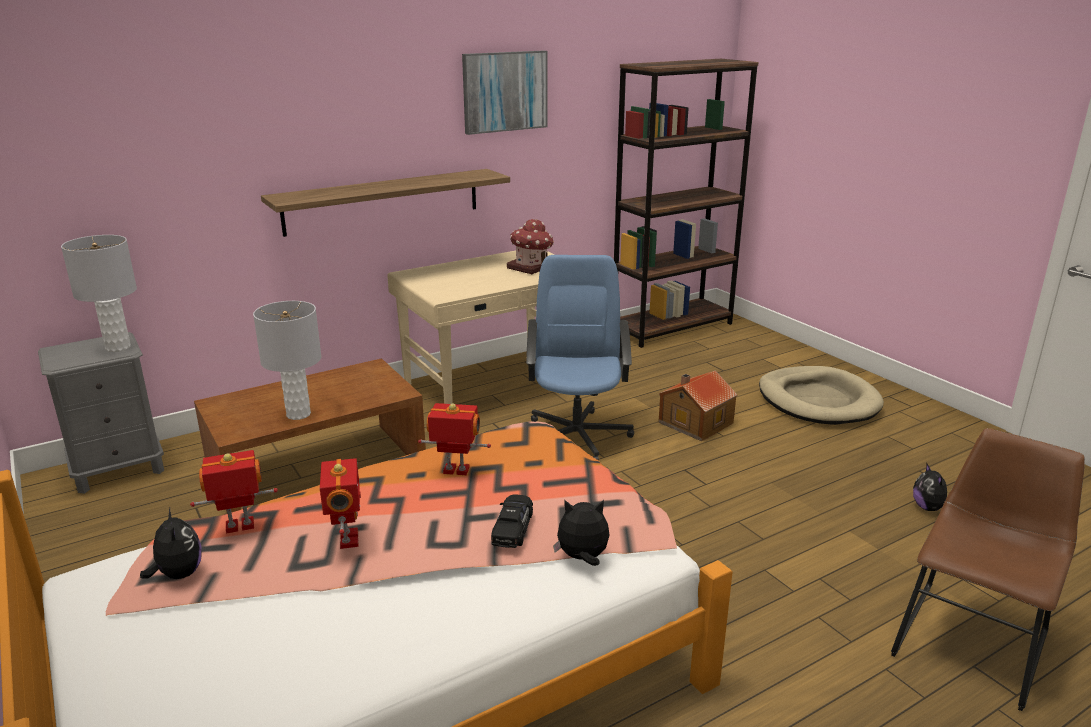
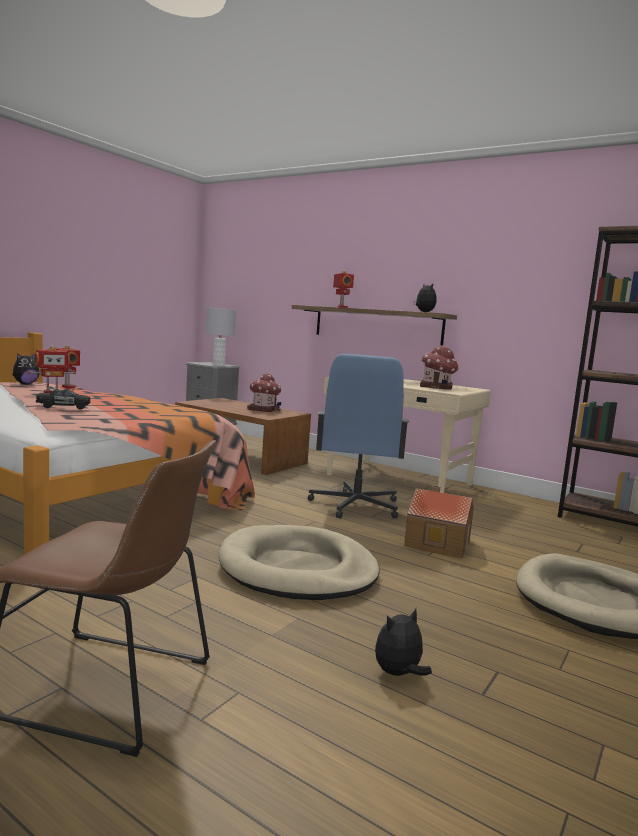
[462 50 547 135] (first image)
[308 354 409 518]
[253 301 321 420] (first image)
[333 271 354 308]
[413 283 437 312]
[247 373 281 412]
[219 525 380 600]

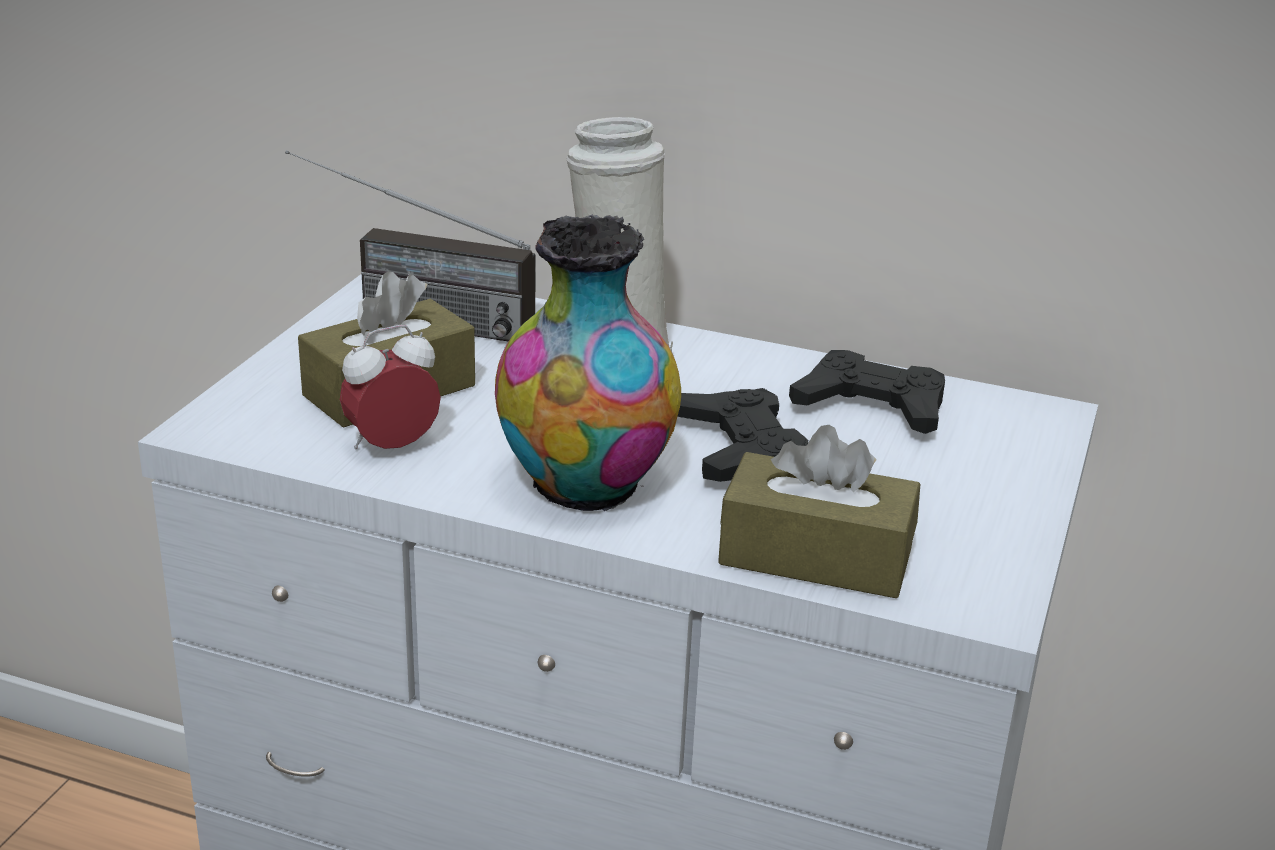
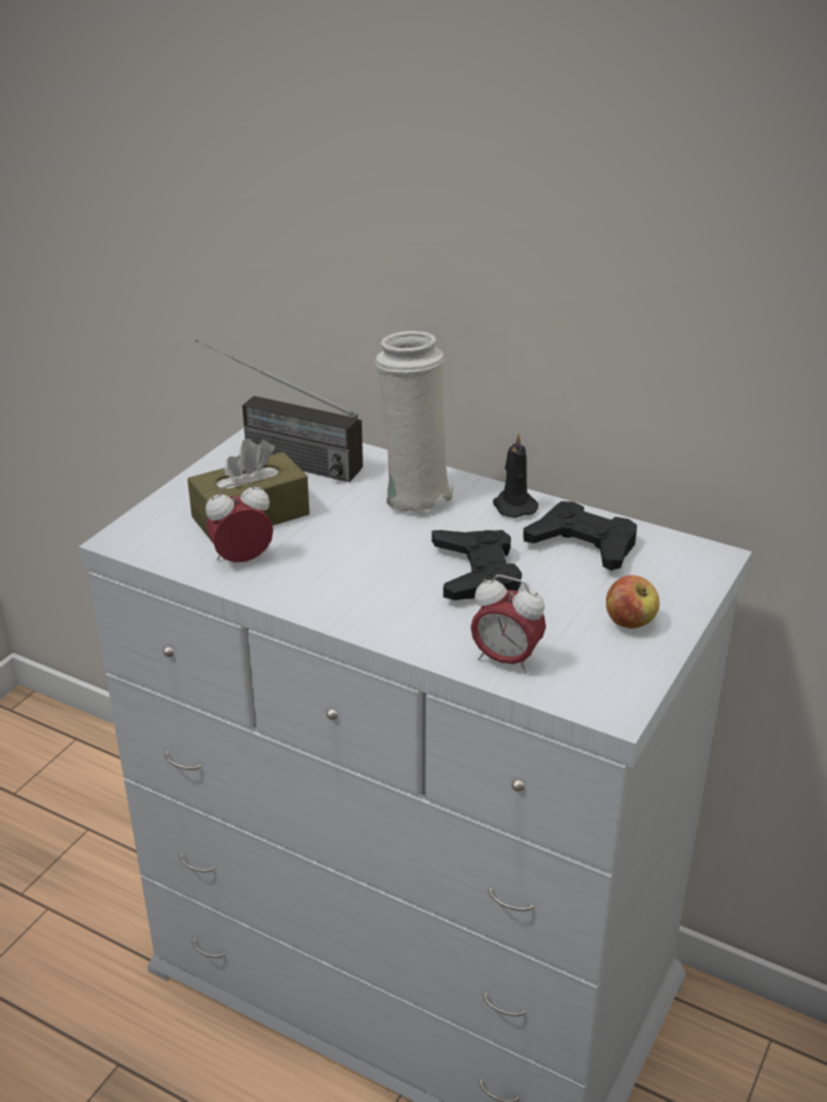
[495 214 681 511] (first image)
[471 575 546 674]
[493 433 539 518]
[606 575 659 628]

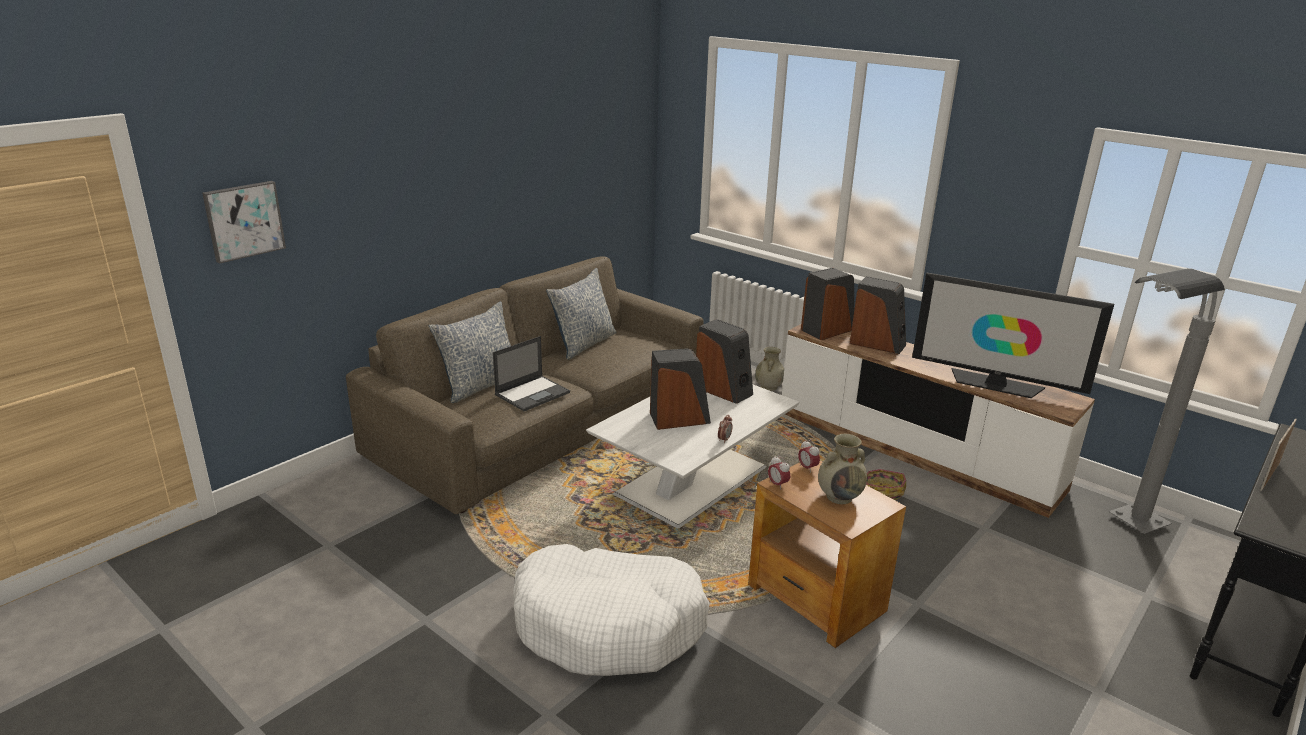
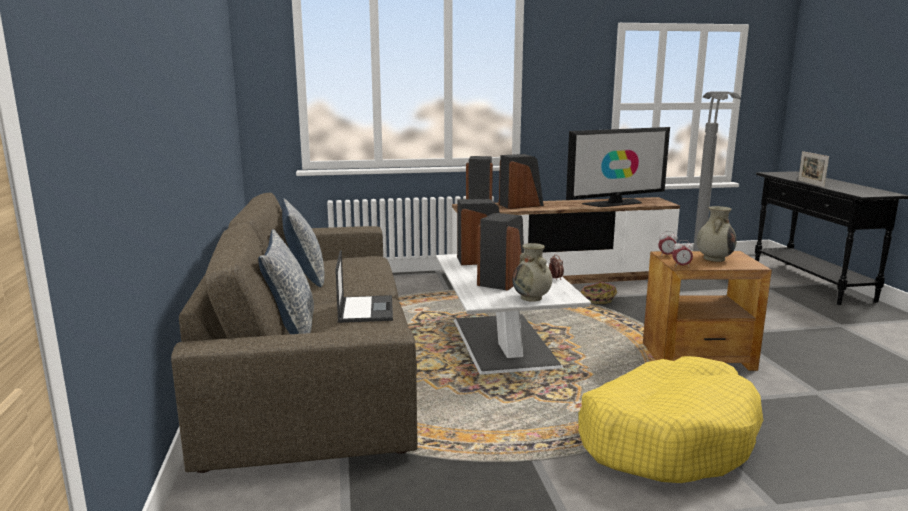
[202 181 286 264] (first image)
[513 243 552 301]
[578 356 763 483]

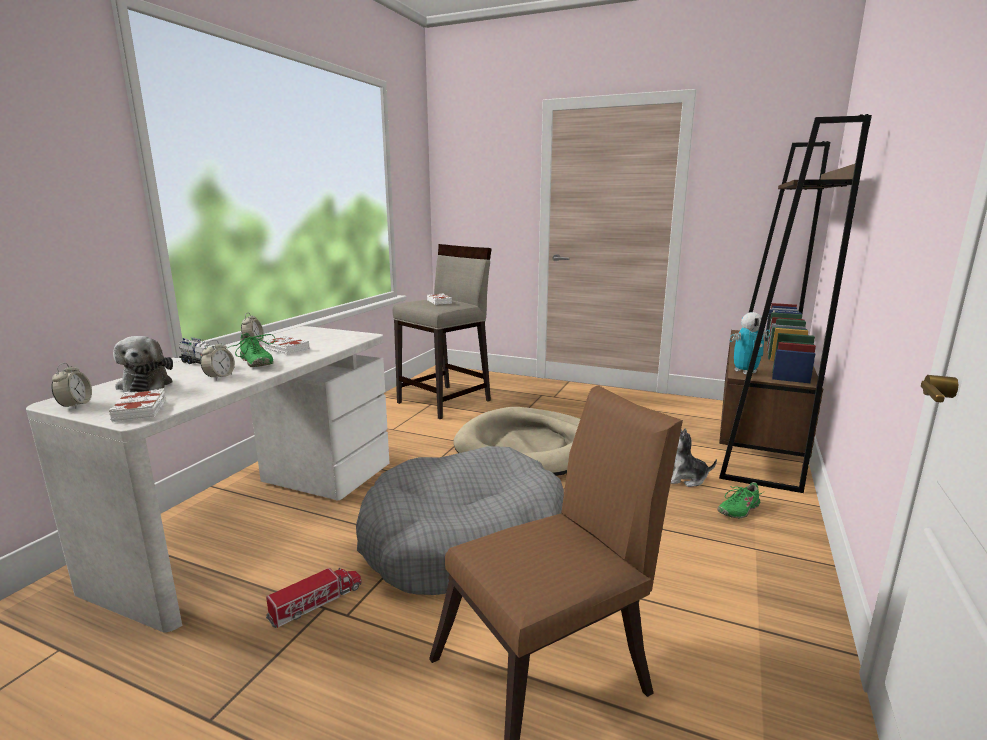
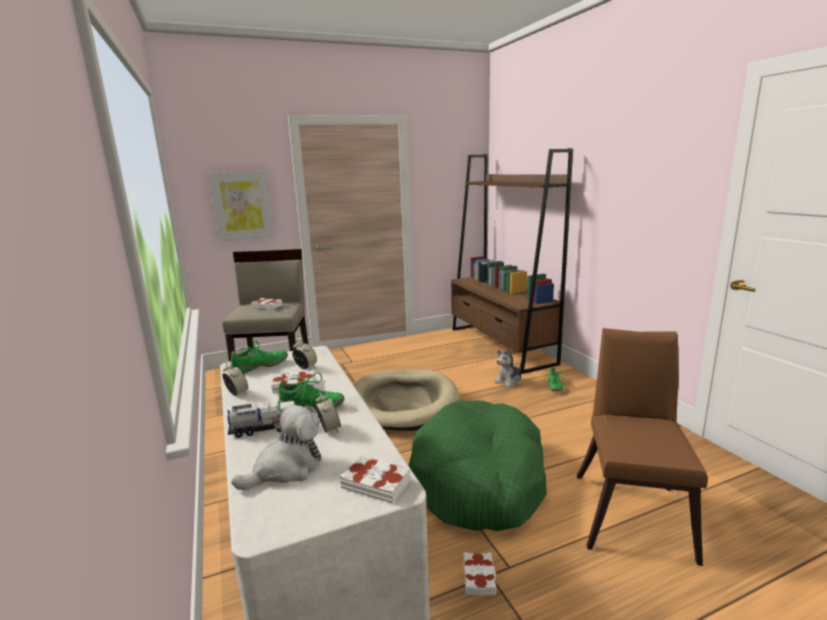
[730 312 770 374] (first image)
[231 405 321 490]
[292 340 317 369]
[408 400 547 531]
[463 552 497 595]
[208 171 274 242]
[231 340 288 374]

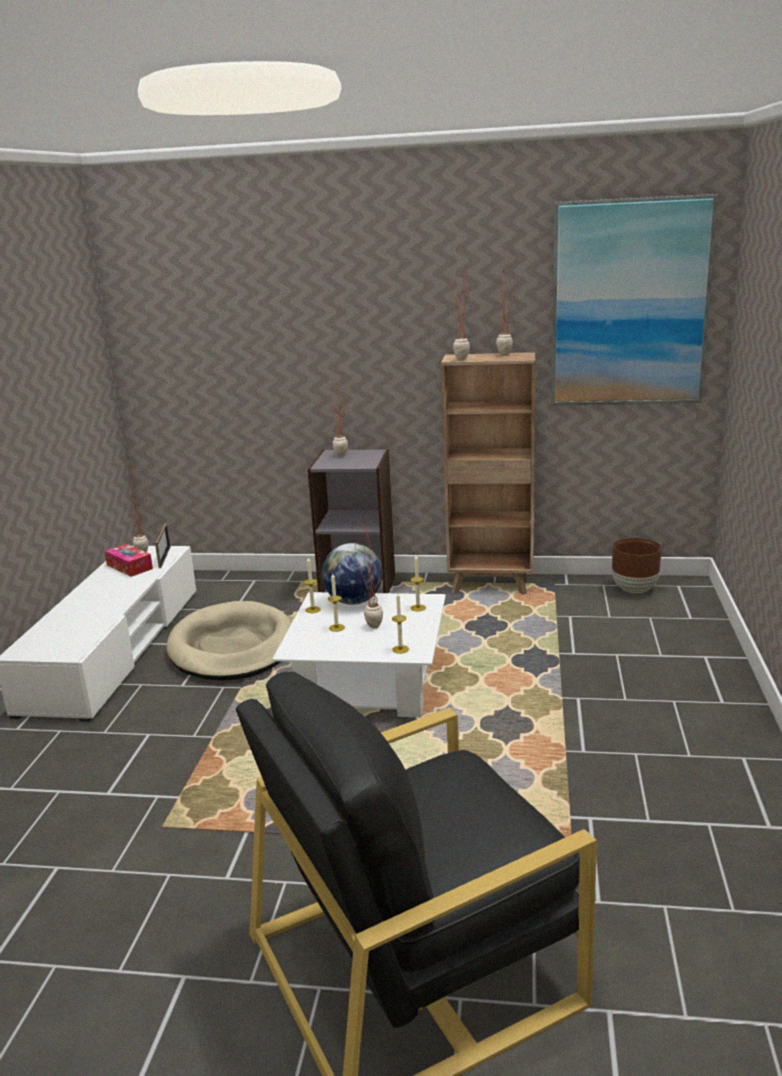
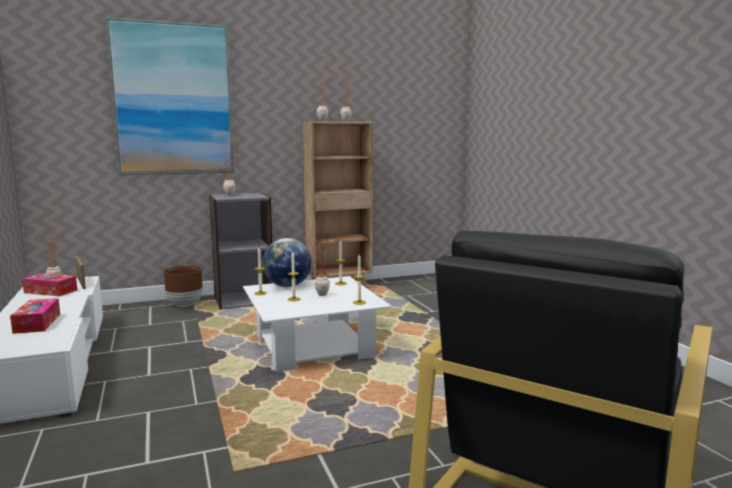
[106 17 234 175]
[164 266 203 307]
[166 601 292 680] (first image)
[10 298 60 334]

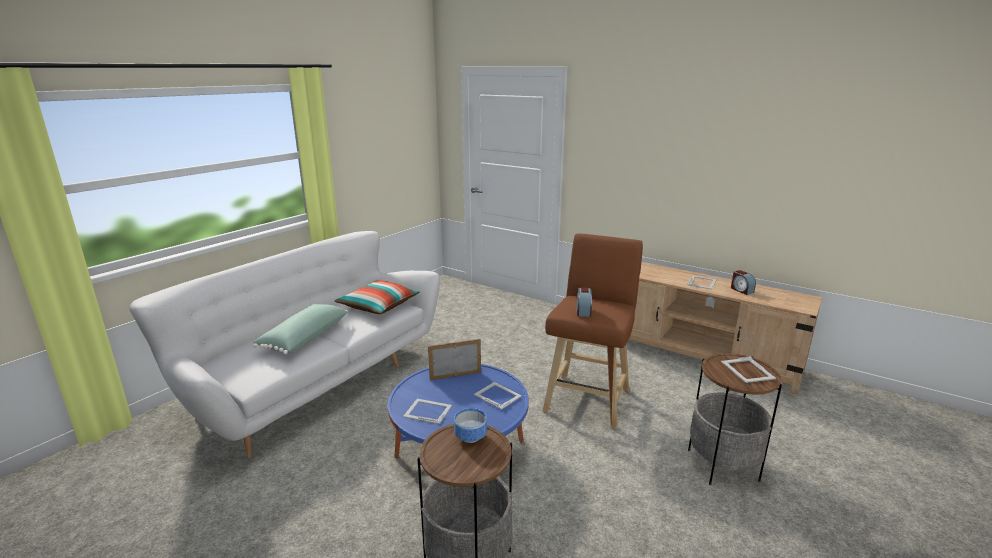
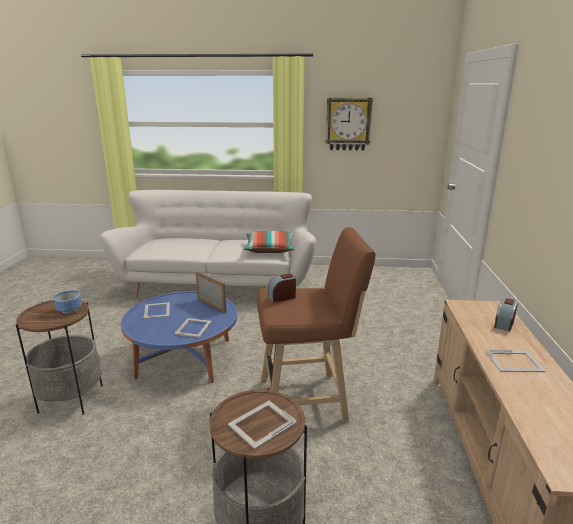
[494 298 518 332]
[253 304 348 354] (first image)
[326 98 373 151]

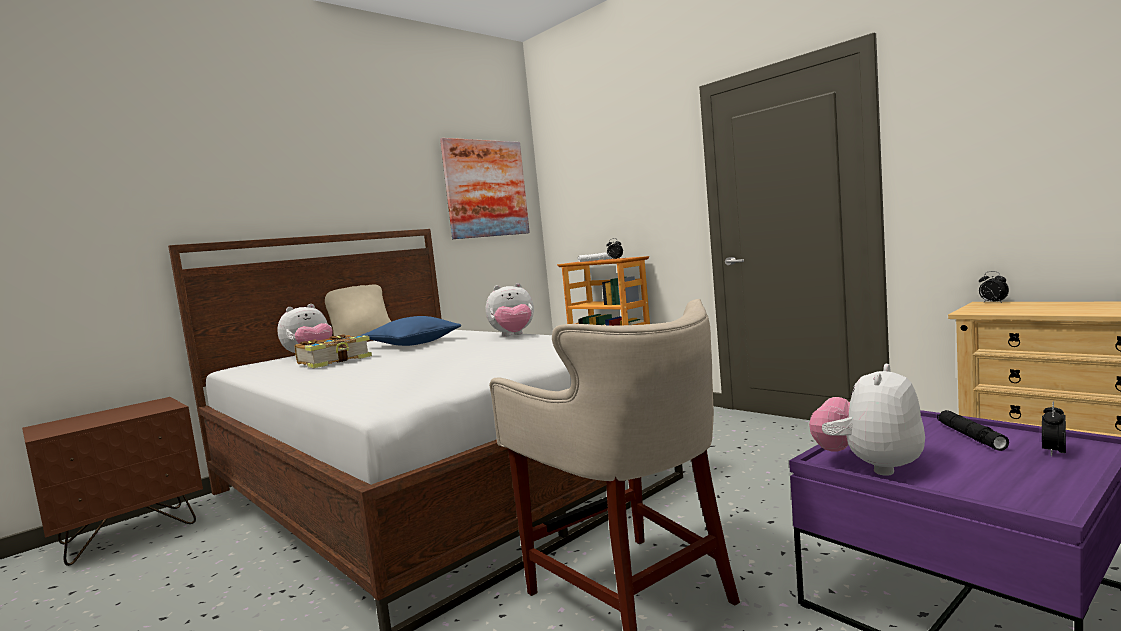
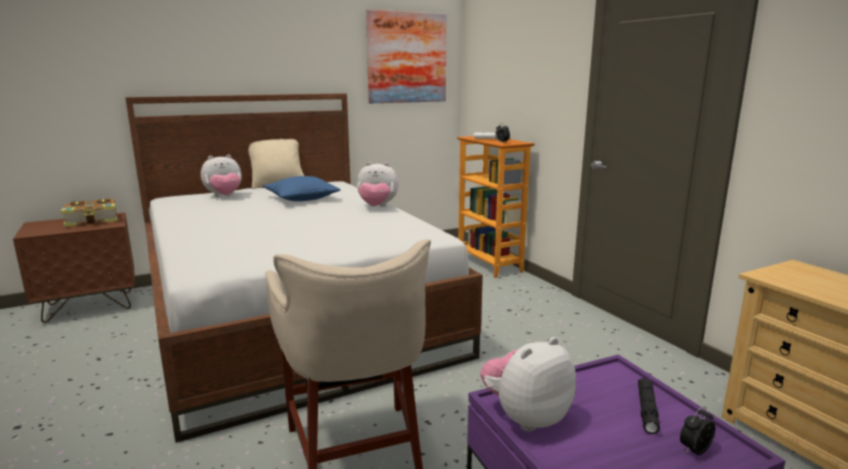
[979 271 1009 303] (first image)
[61 199 118 227]

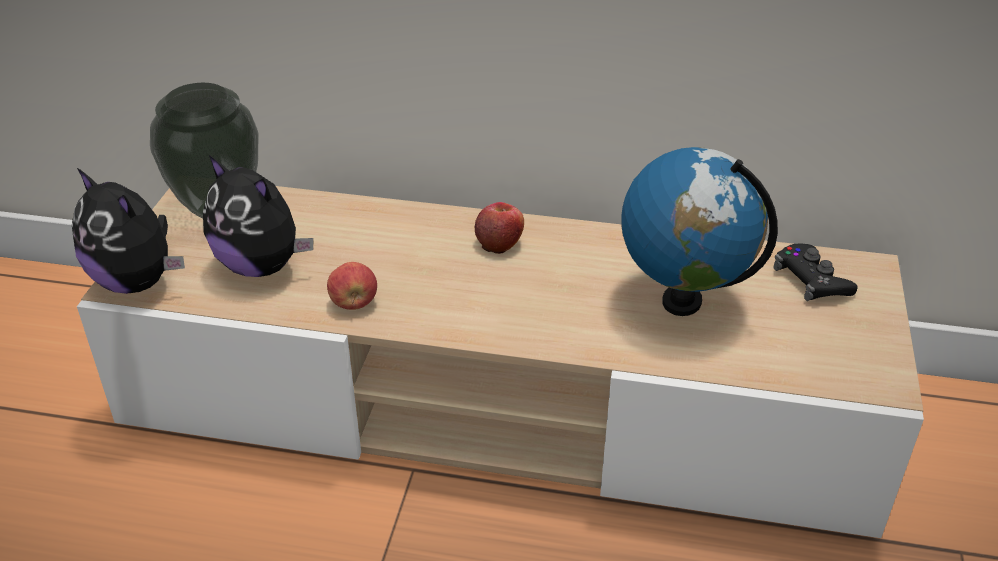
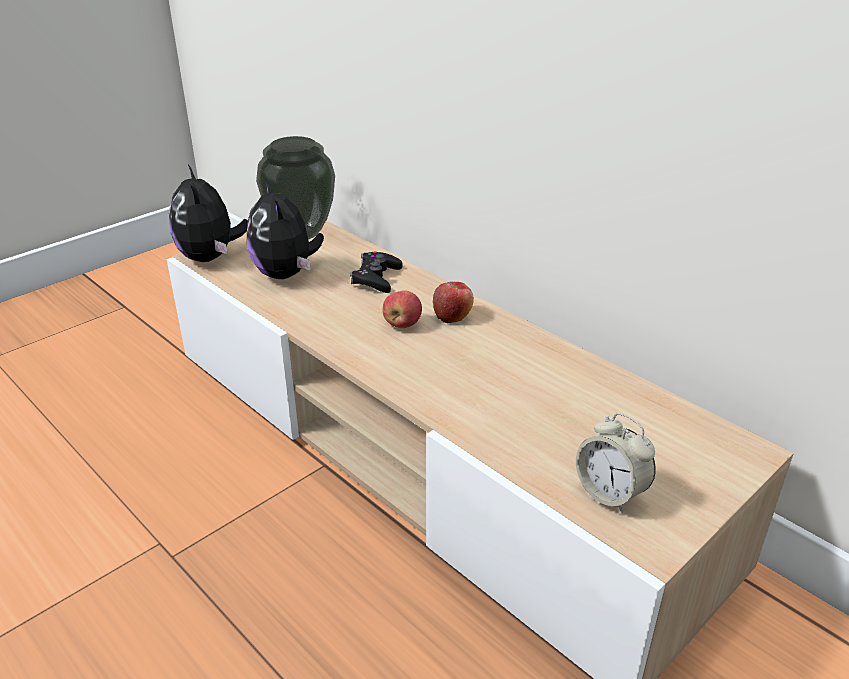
[621 147 778 316] (first image)
[350 252 403 293]
[383 290 422 328]
[576 413 656 513]

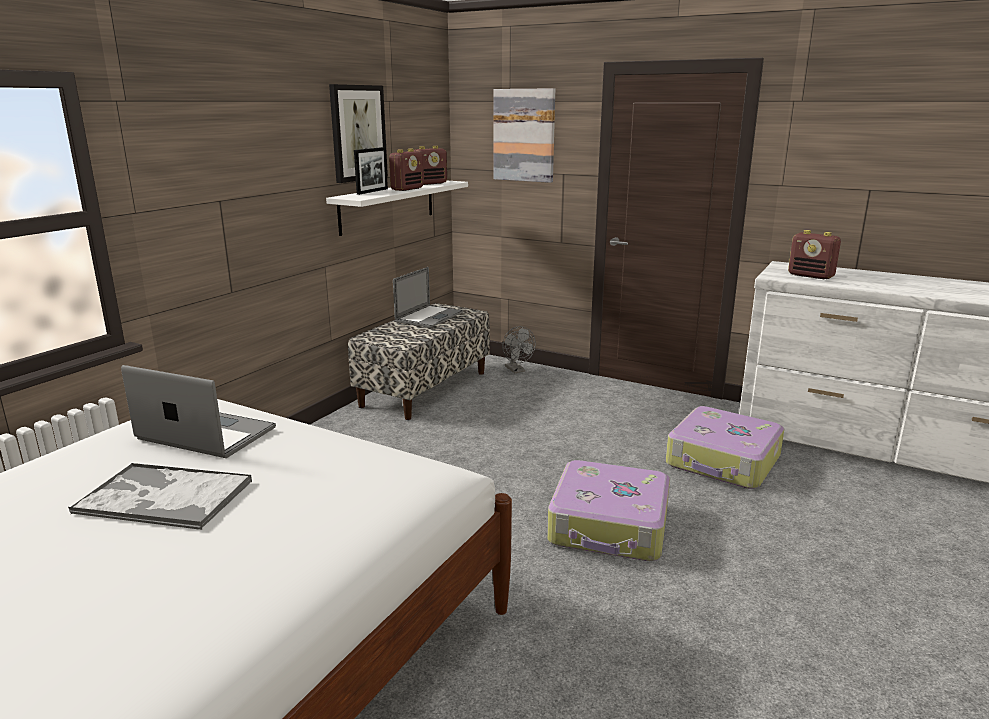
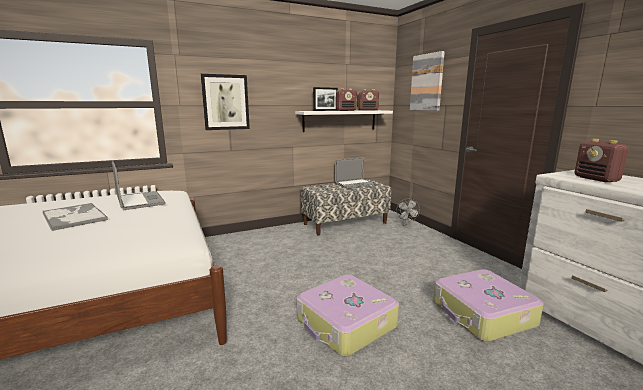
[201 74 250 130]

